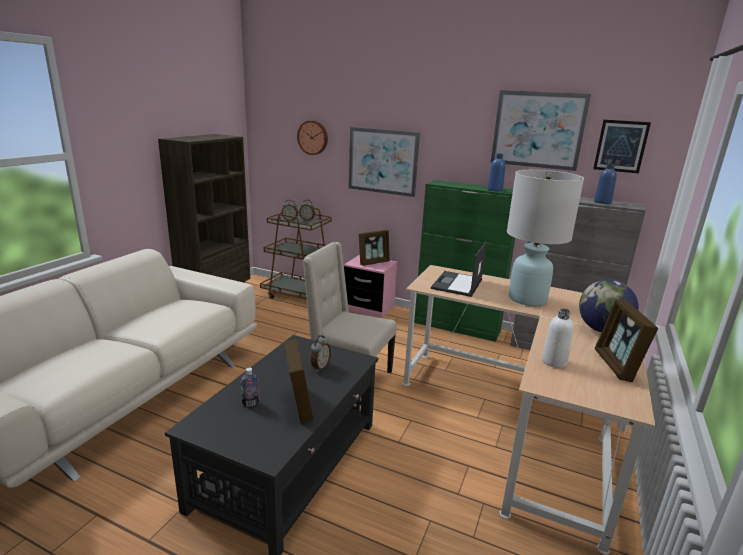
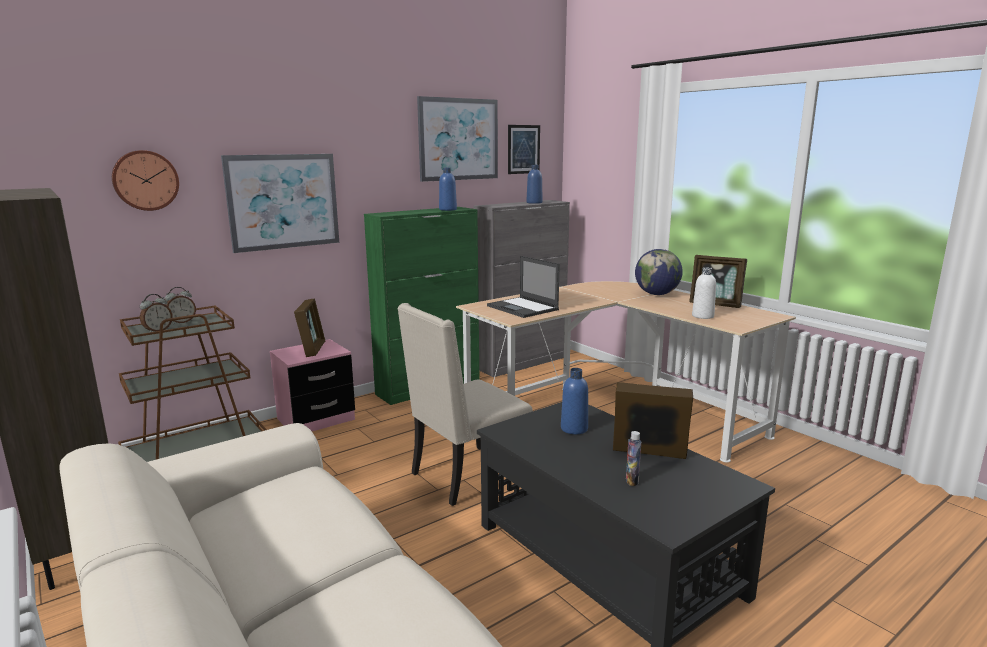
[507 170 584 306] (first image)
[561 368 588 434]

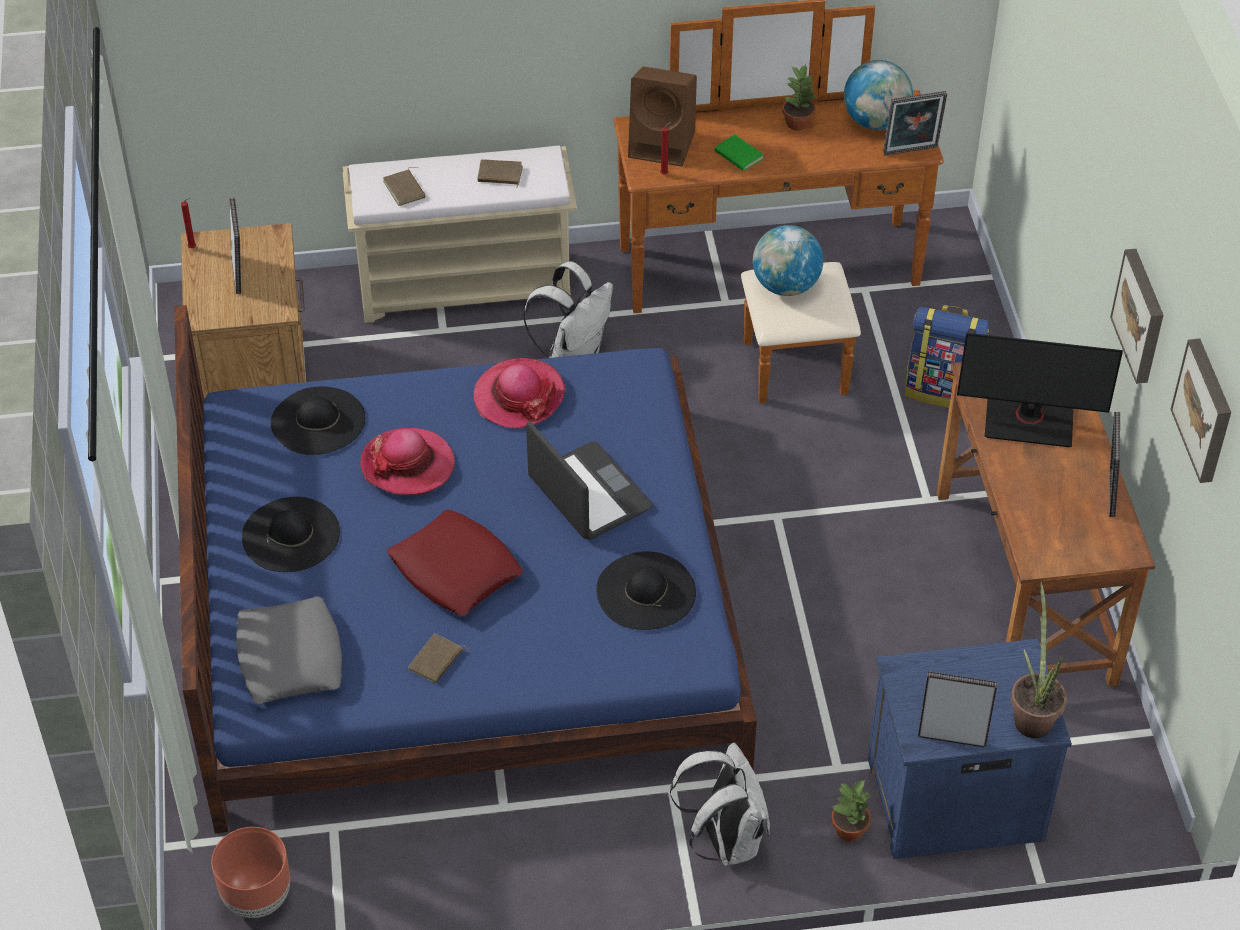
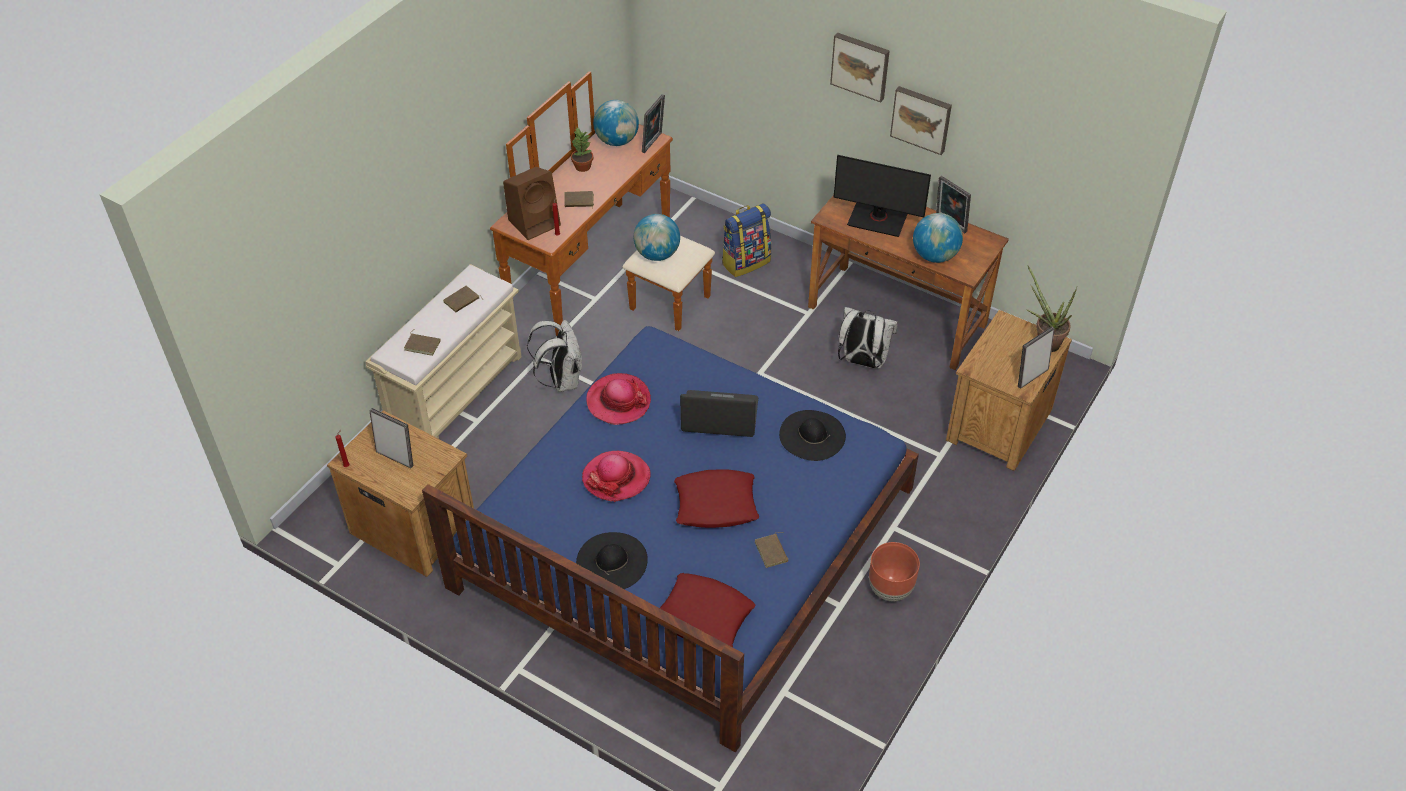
[564 191 594 209]
[833 155 931 237]
[830 33 890 103]
[271 387 366 455] (first image)
[660 573 755 647]
[946 310 1072 471]
[838 307 898 369]
[831 780 871 842] (first image)
[869 542 920 601]
[913 213 963 263]

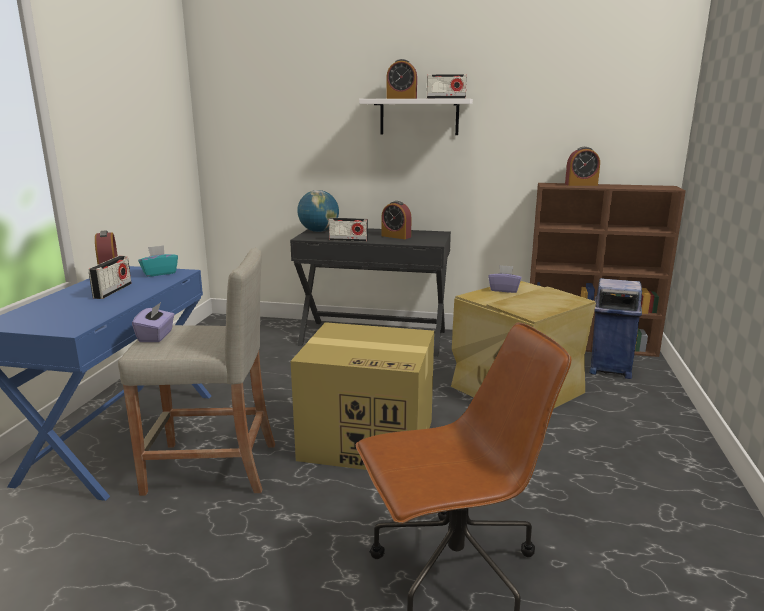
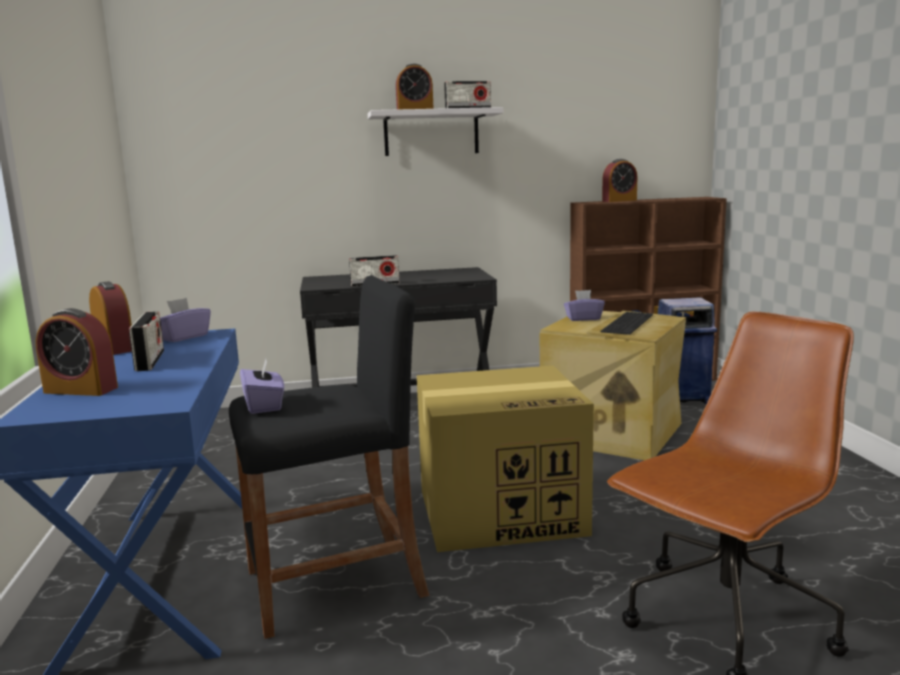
[297 190 339 232] (first image)
[36 308 118 396]
[160 298 211 342]
[229 275 429 639]
[600 312 653 335]

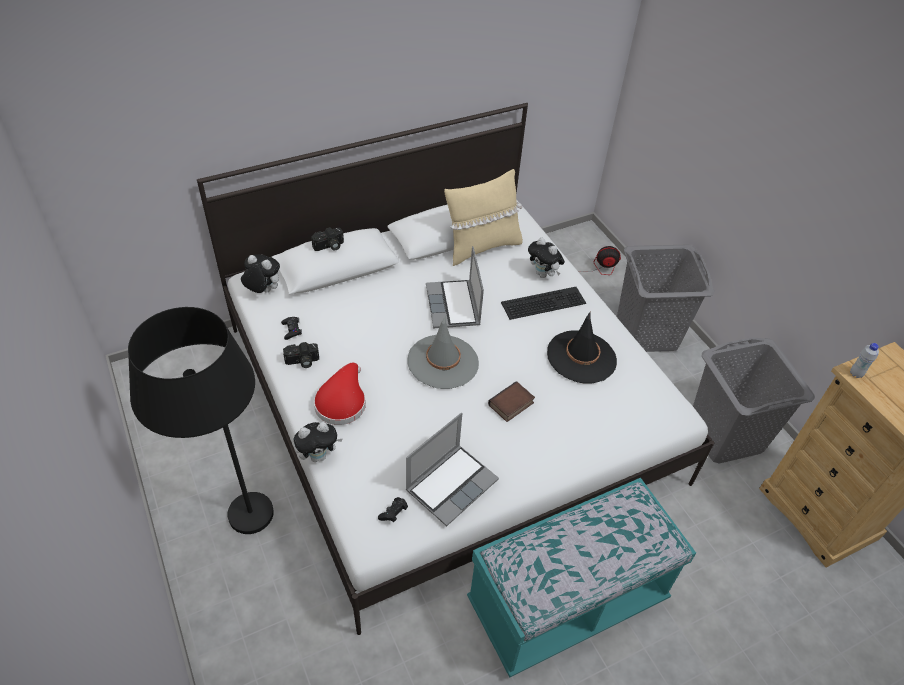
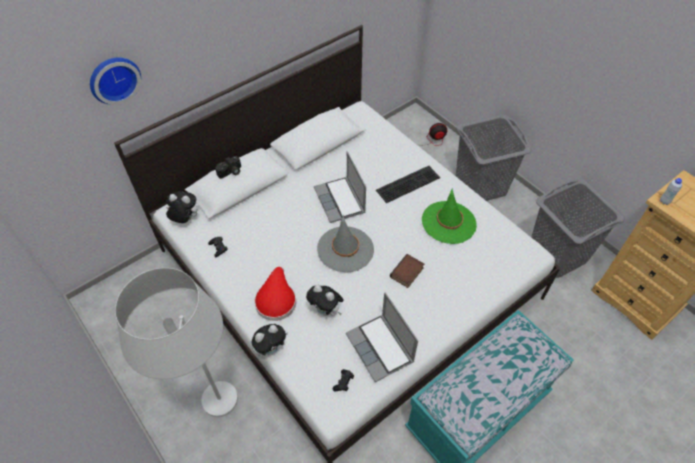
[444 169 523 266] (first image)
[306 285 344 316]
[115 268 238 417]
[422 189 477 244]
[283 342 319 368] (first image)
[346 293 418 382]
[90 57 141 105]

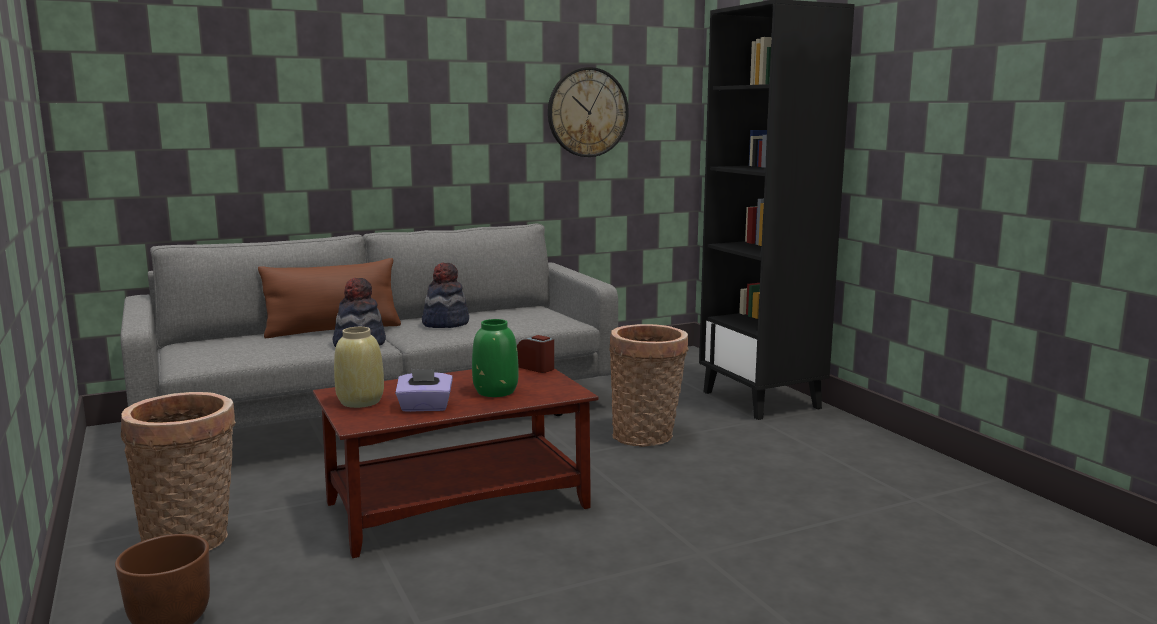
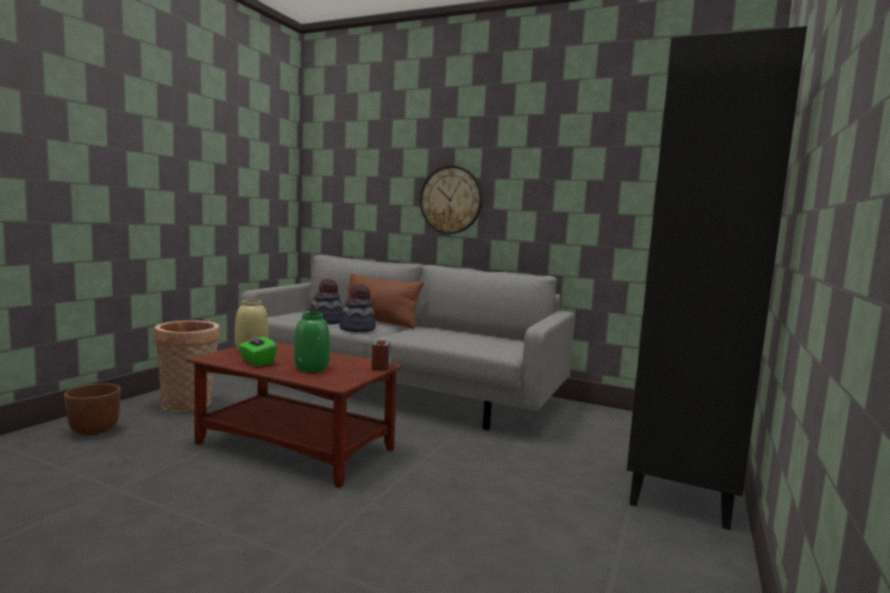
[420 165 483 234]
[310 279 343 324]
[609 324 689 447] (first image)
[238 332 277 366]

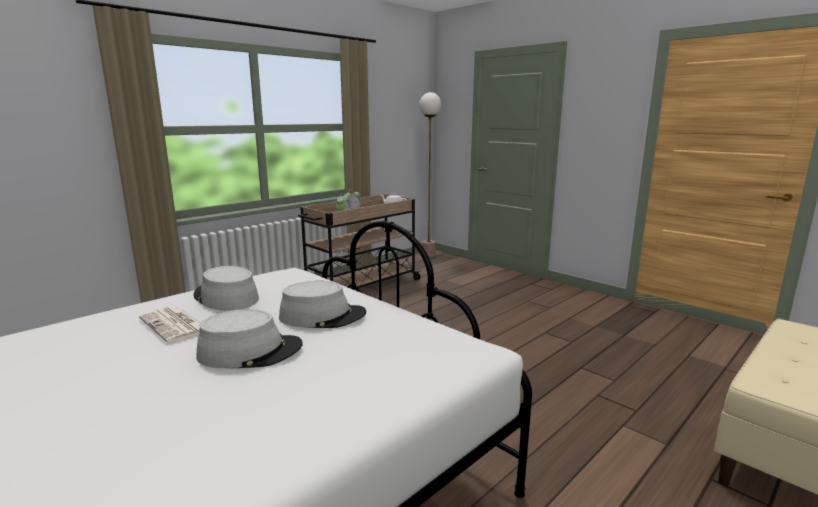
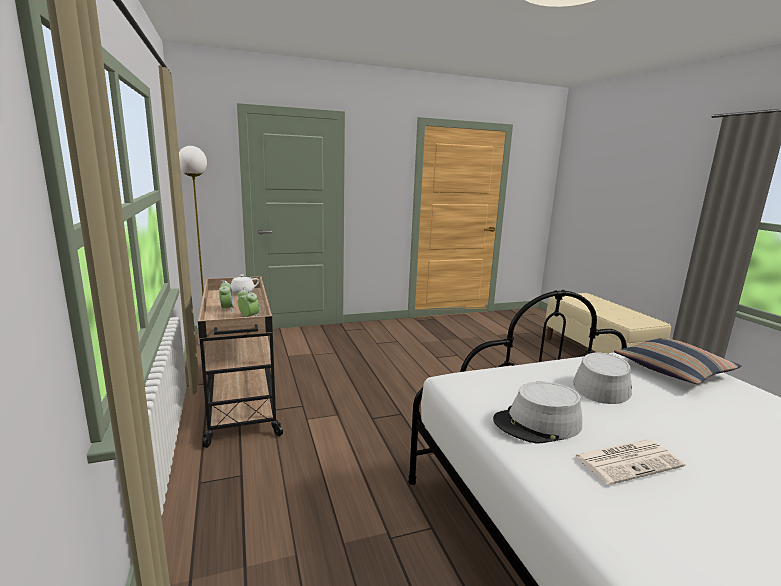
[196 309 303 368] (first image)
[614 338 742 384]

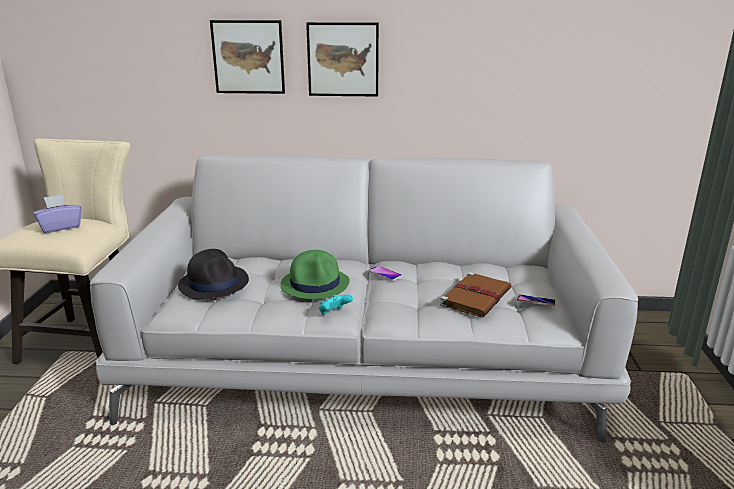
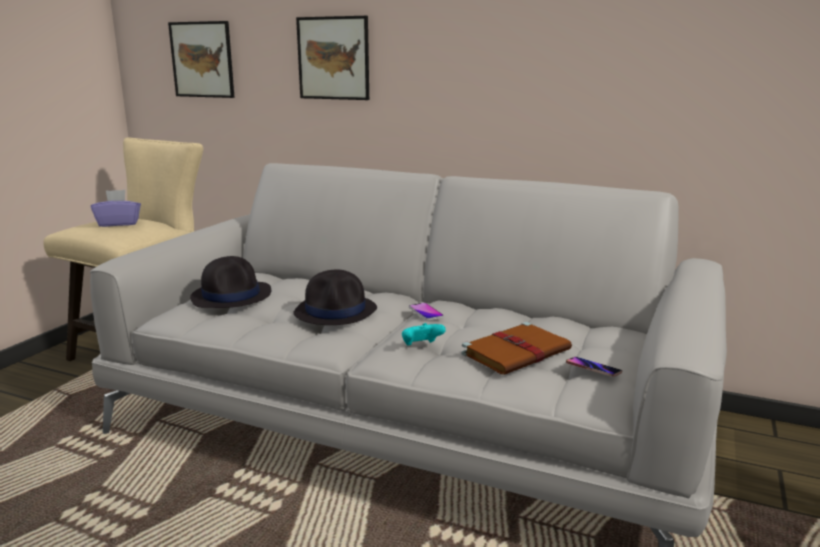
[168 21 235 98]
[293 269 377 325]
[402 323 446 346]

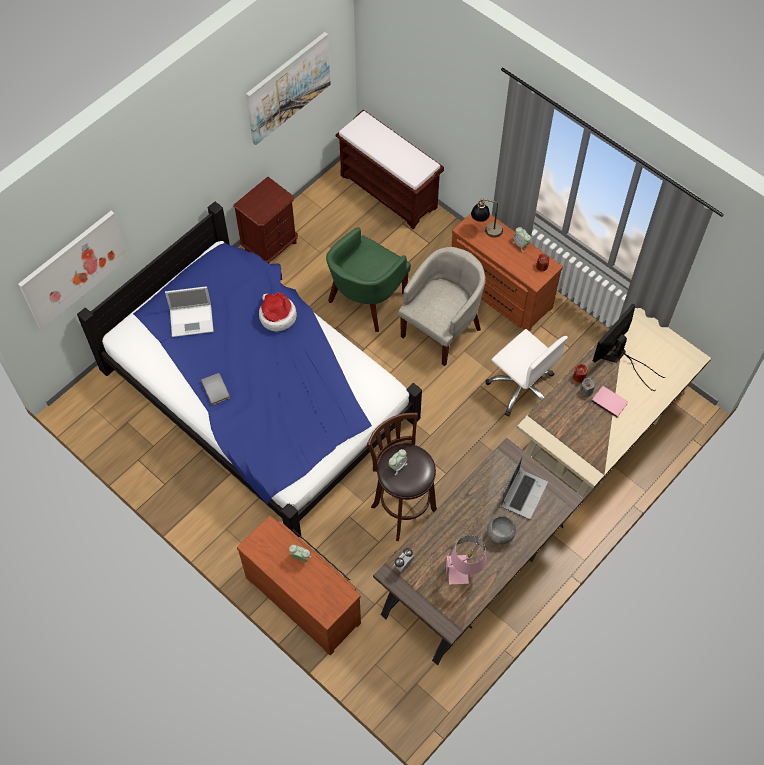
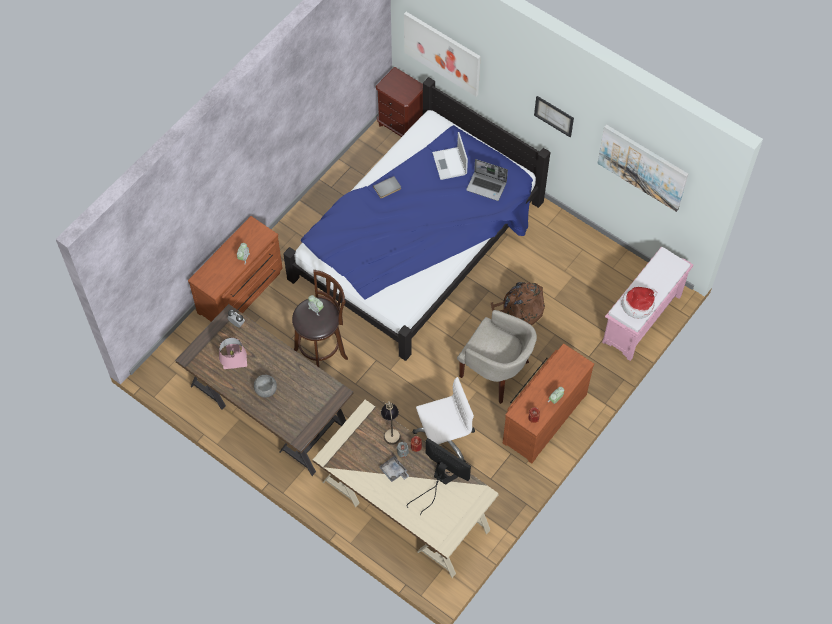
[602 246 693 361]
[376 67 423 137]
[381 401 401 445]
[491 282 545 325]
[621 287 657 319]
[412 377 475 462]
[379 455 409 482]
[466 159 508 201]
[534 96 574 137]

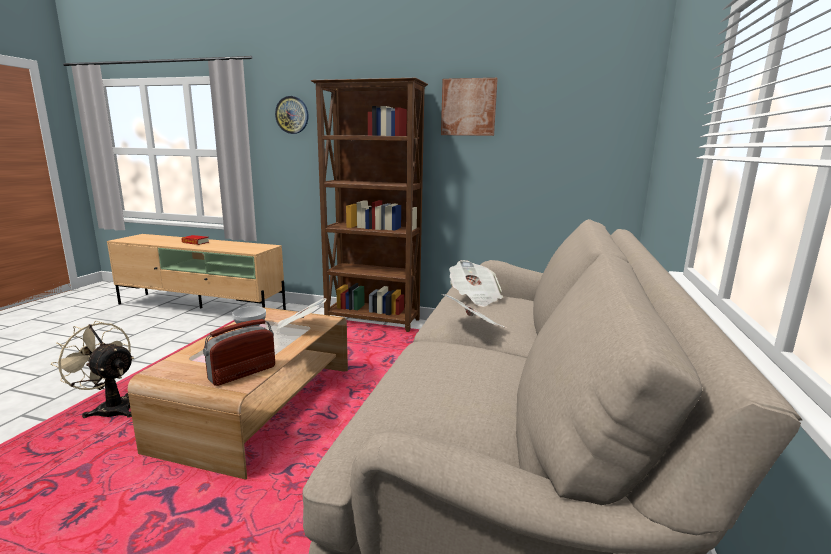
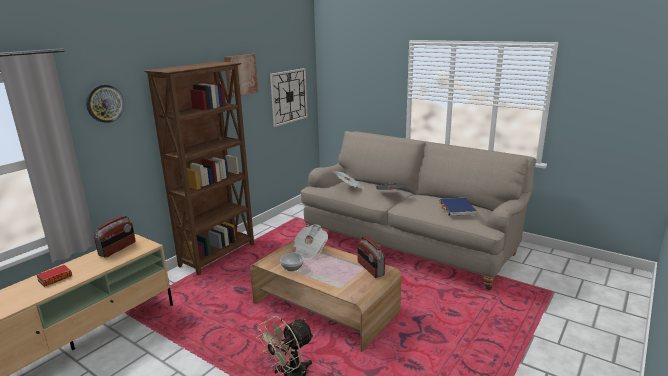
[270 68 308 127]
[439 198 476 216]
[94 215 135 258]

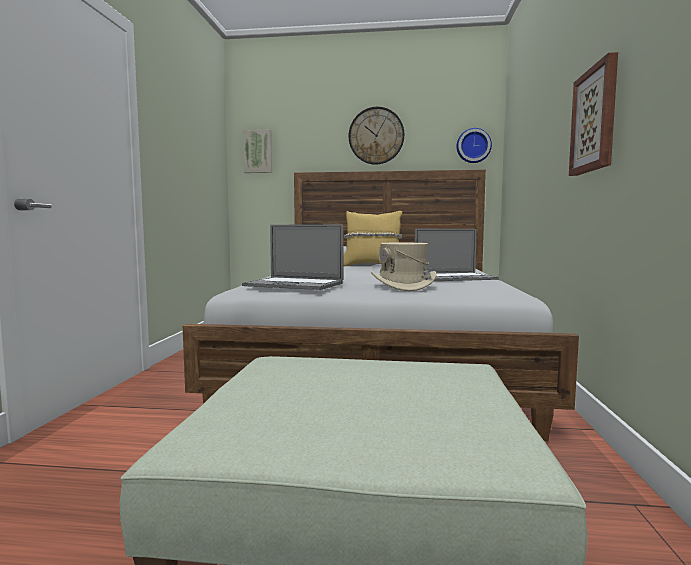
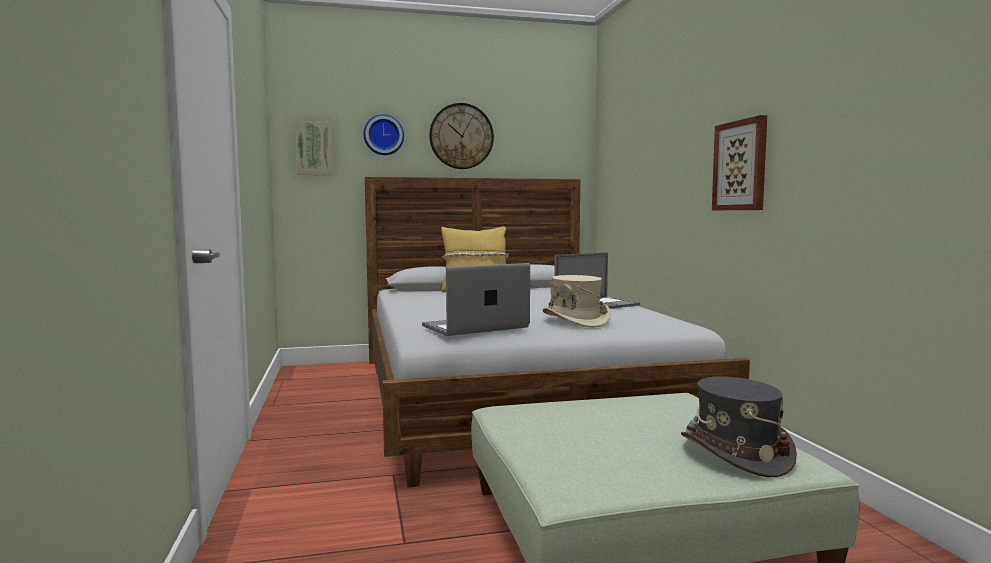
[364 114 404 155]
[422 263 530 336]
[681 376 797 477]

